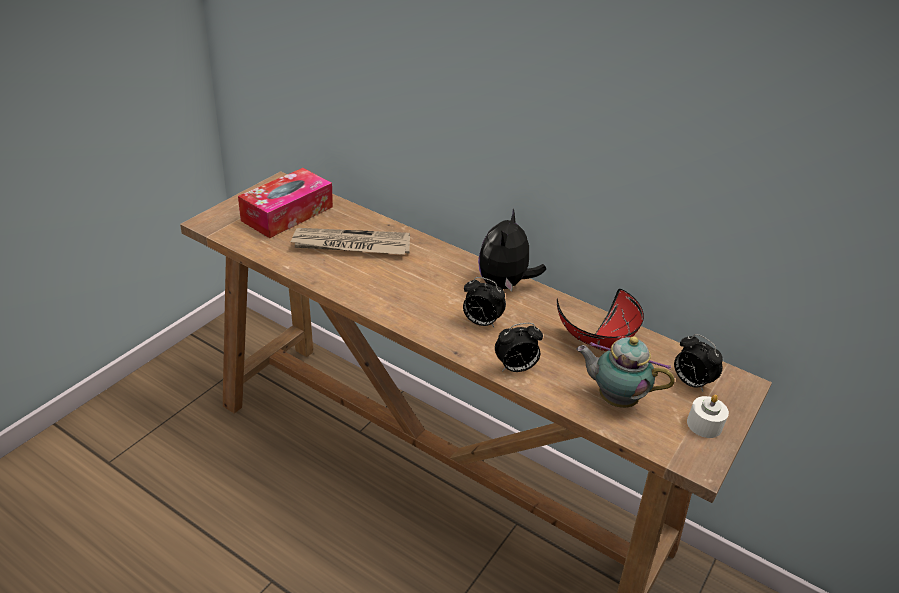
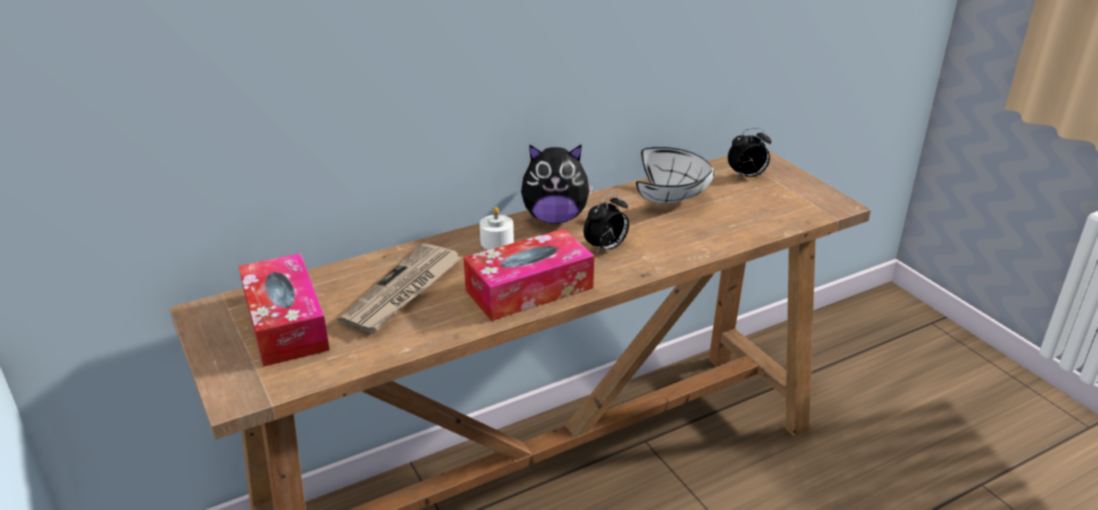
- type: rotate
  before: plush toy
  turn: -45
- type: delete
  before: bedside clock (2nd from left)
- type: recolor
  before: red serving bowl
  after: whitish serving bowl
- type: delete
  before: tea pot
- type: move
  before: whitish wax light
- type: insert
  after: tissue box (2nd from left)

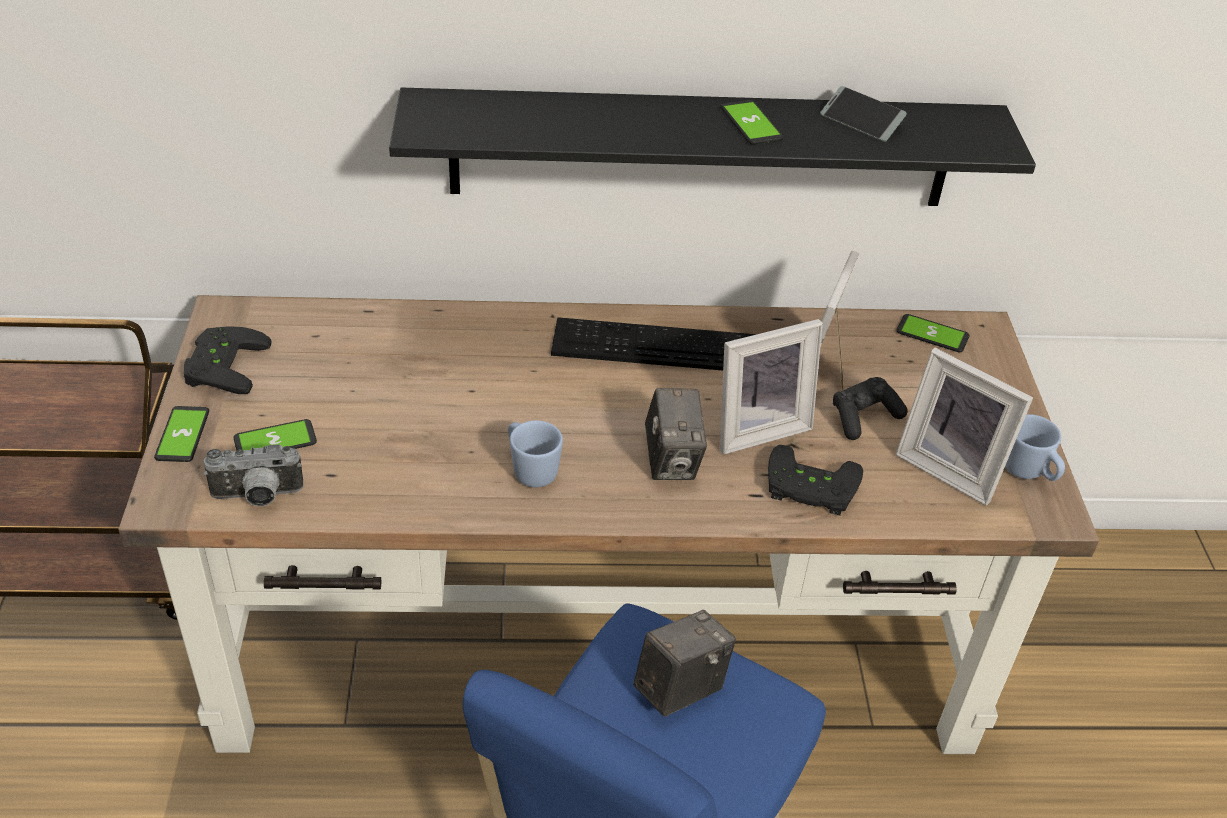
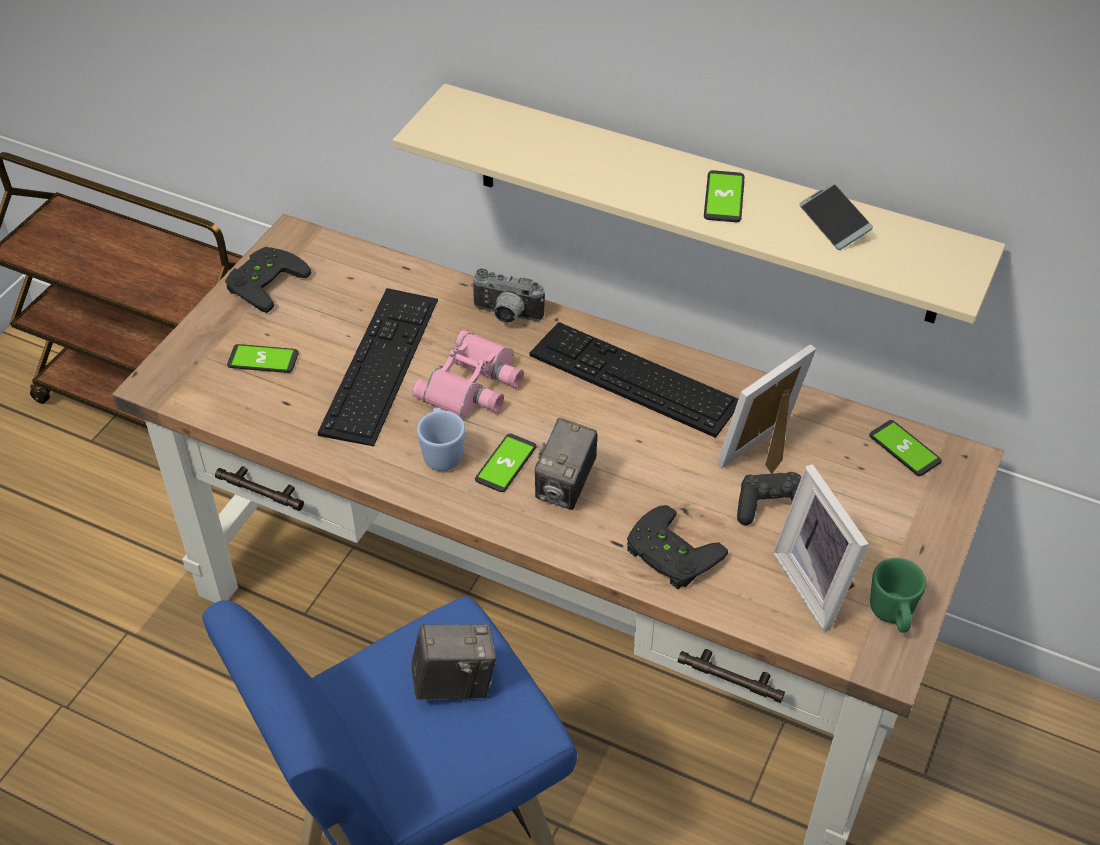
- type: move
  before: phone (1st from left in the first image)
  after: phone (2nd from left)
- type: move
  before: photo camera (1st from left in the first image)
  after: photo camera (2nd from left)
- type: recolor
  before: blackish bracket shelf
  after: beige-coloured bracket shelf
- type: delete
  before: standing frame (1st from left)
- type: recolor
  before: blue coffee mug (2nd from left)
  after: green-coloured coffee mug
- type: insert
  after: PC keyboard (1st from left)
- type: insert
  after: pinkish pair of binoculars

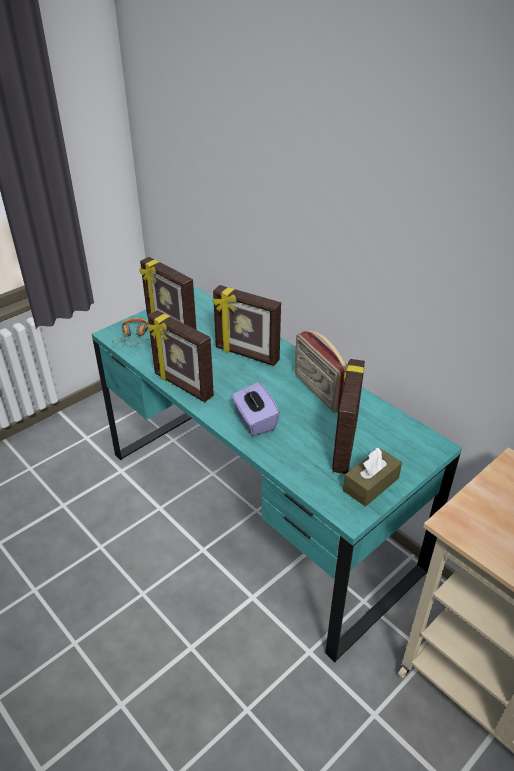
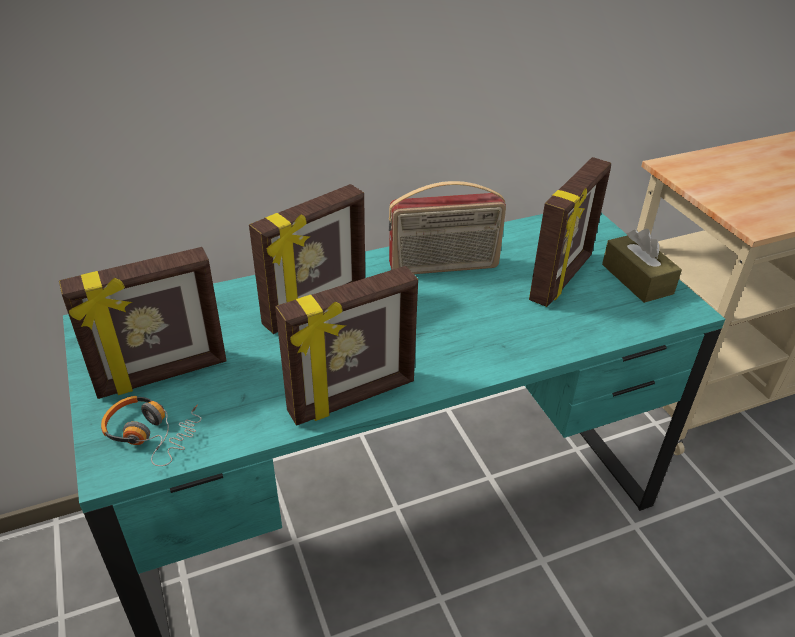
- type: delete
  before: purple tissue box
- type: rotate
  before: standing frame (4th from left)
  turn: -90

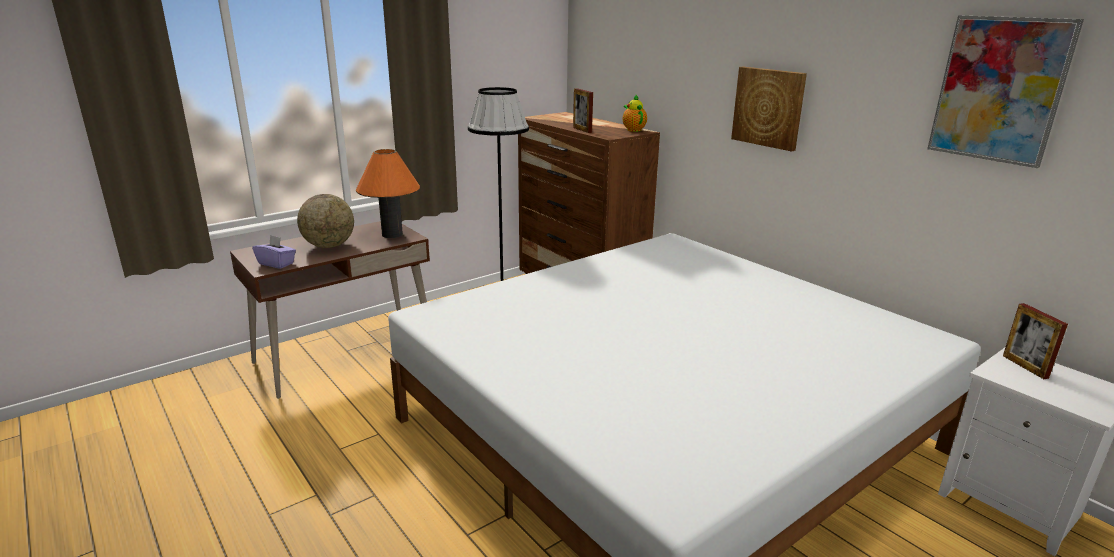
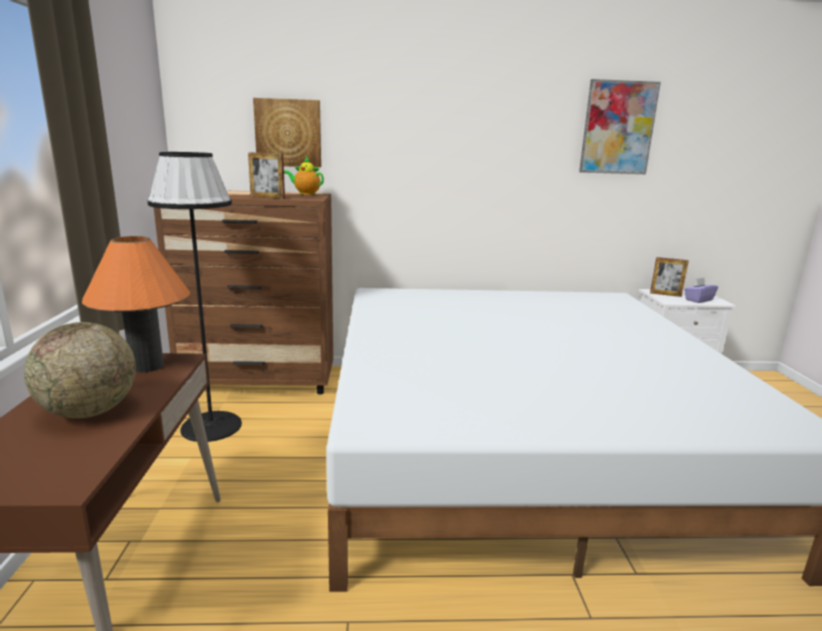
- type: move
  before: purple tissue box
- type: move
  before: wall art (1st from left)

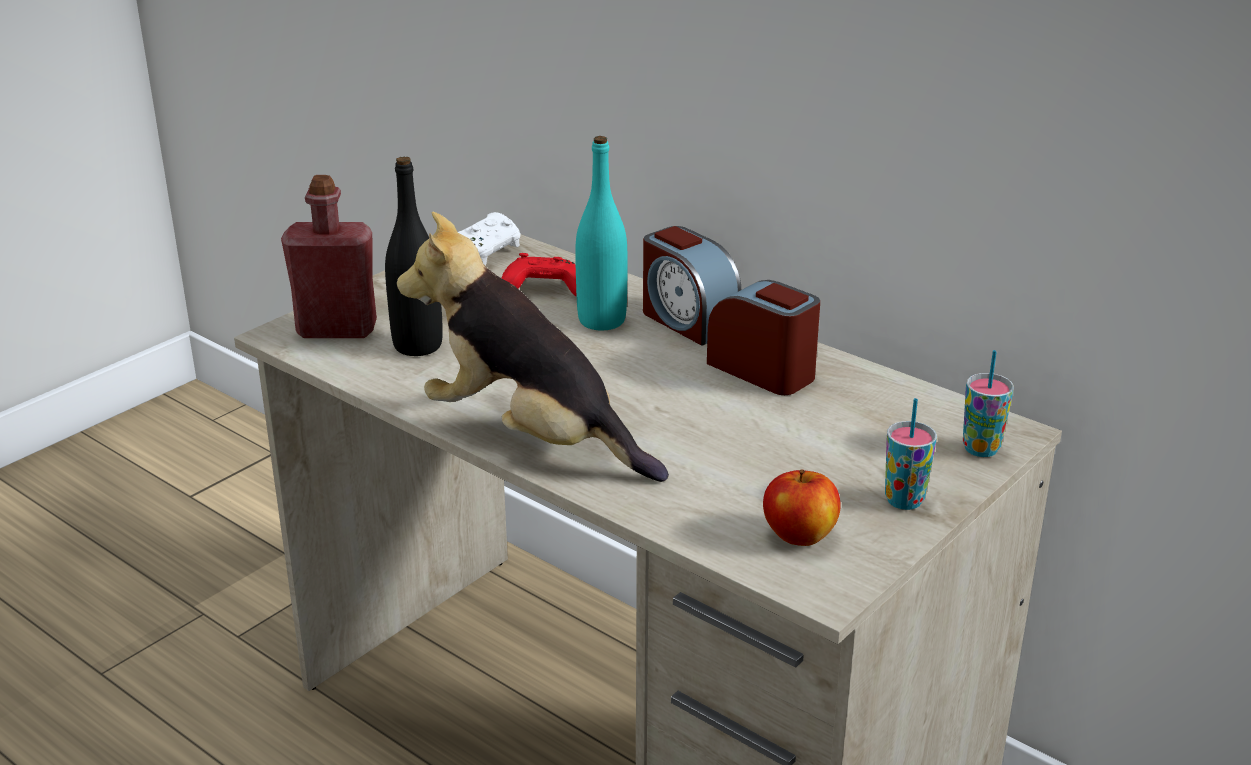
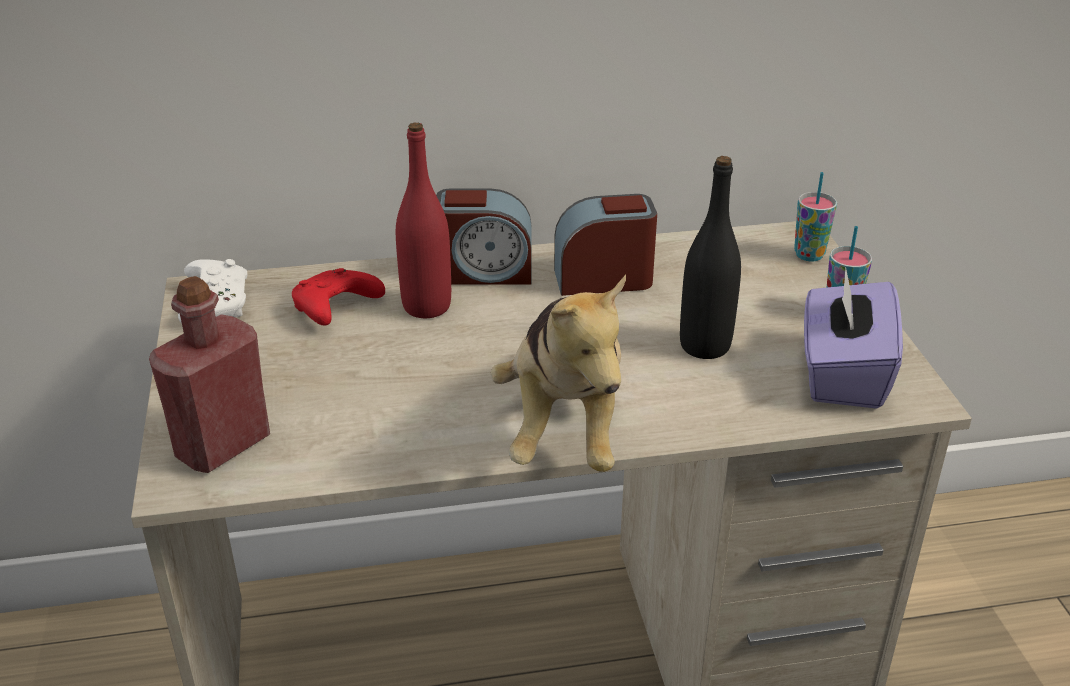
- type: move
  before: blackish beverage bottle
- type: rotate
  before: plush toy
  turn: -75
- type: recolor
  before: blue-green beverage bottle
  after: red beverage bottle (2nd from left)
- type: replace
  before: apple
  after: purple tissue box

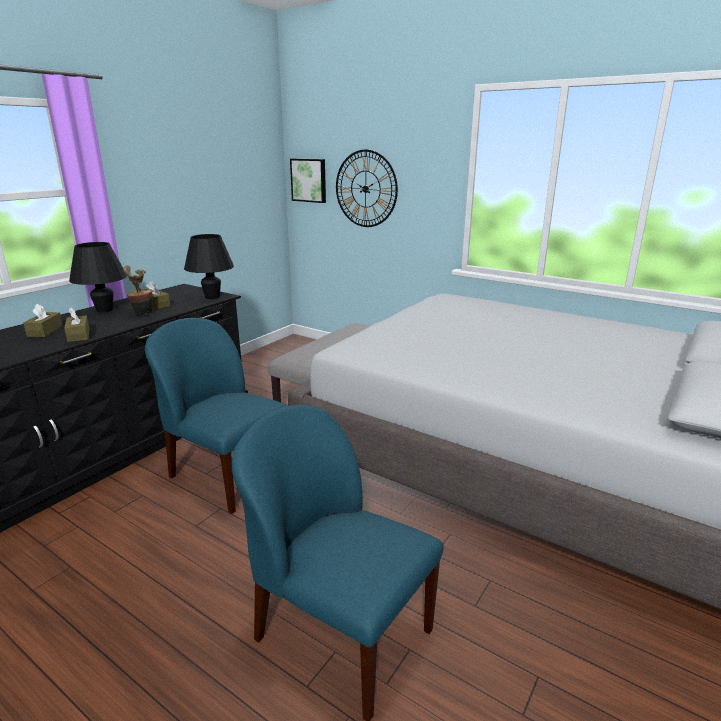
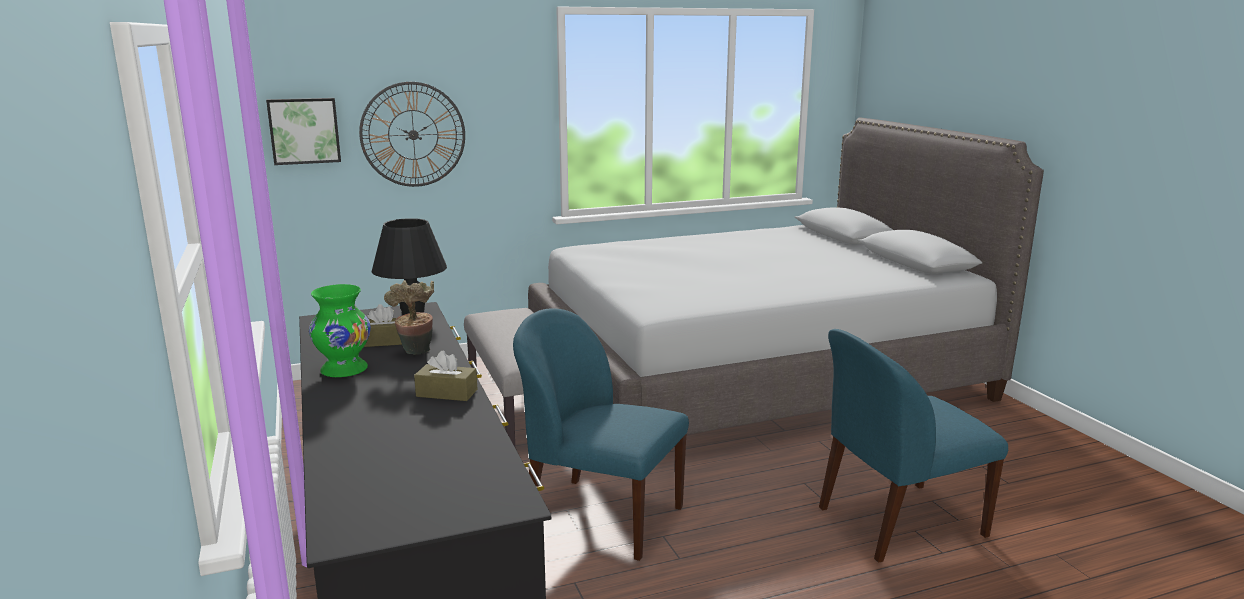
- type: delete
  before: brown-coloured tissue box (1st from left)
- type: replace
  before: blackish tabletop lamp (1st from left)
  after: green-coloured decorative vase
- type: rotate
  before: blue upright chair (1st from left)
  turn: 45

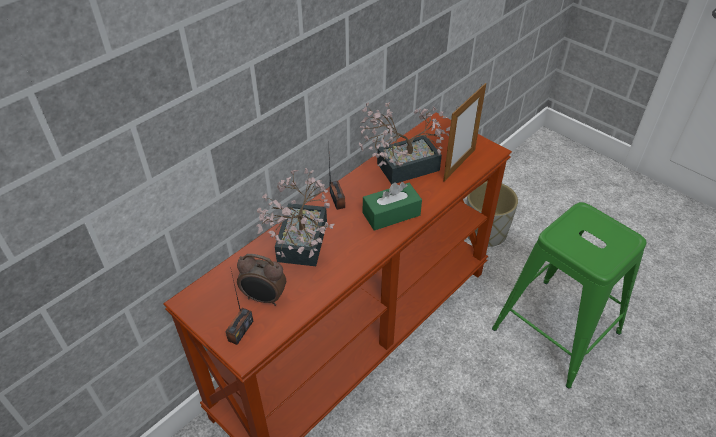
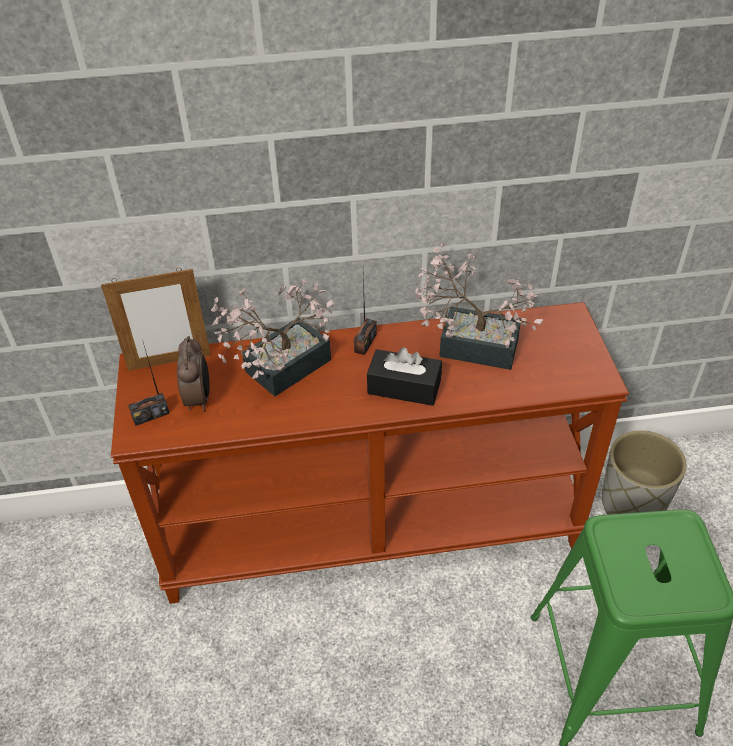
- type: rotate
  before: bedside clock
  turn: -150
- type: recolor
  before: green-coloured tissue box
  after: blackish tissue box
- type: move
  before: standing frame

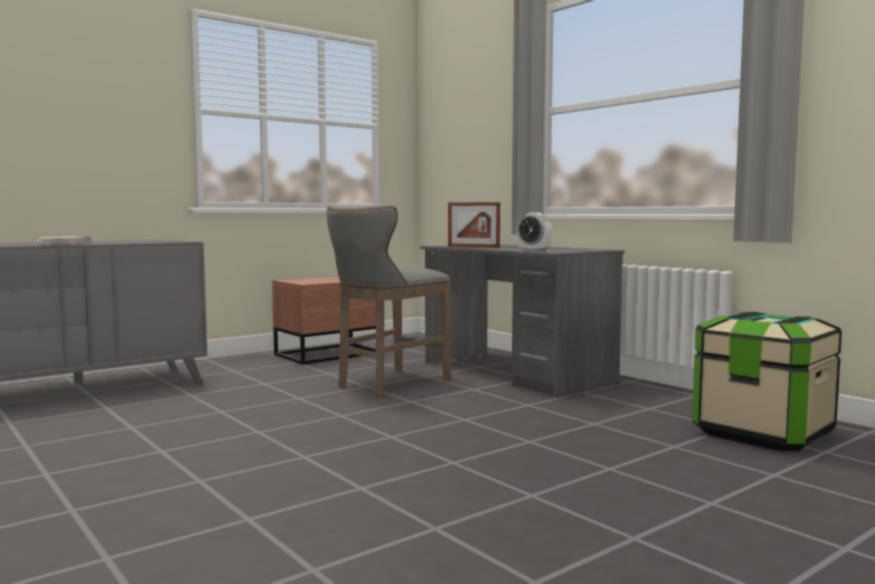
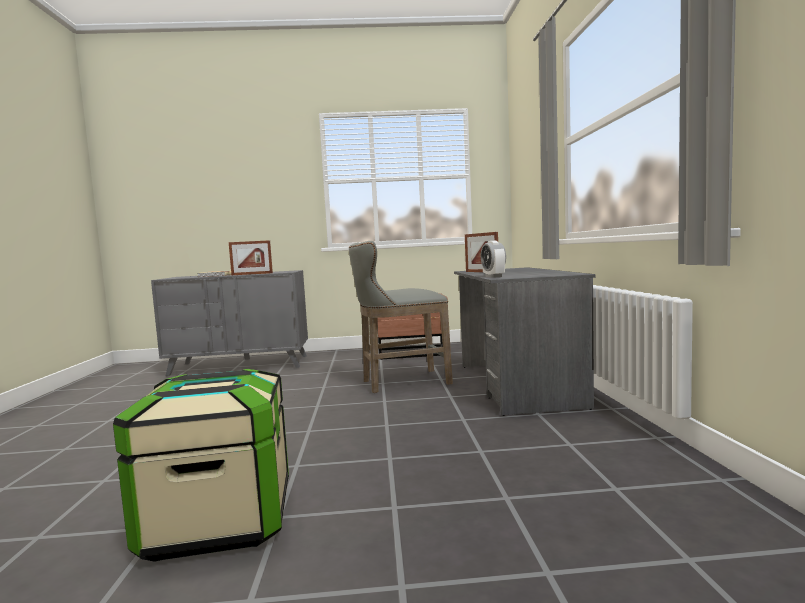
- type: move
  before: storage box
- type: insert
  after: standing frame (1st from left)

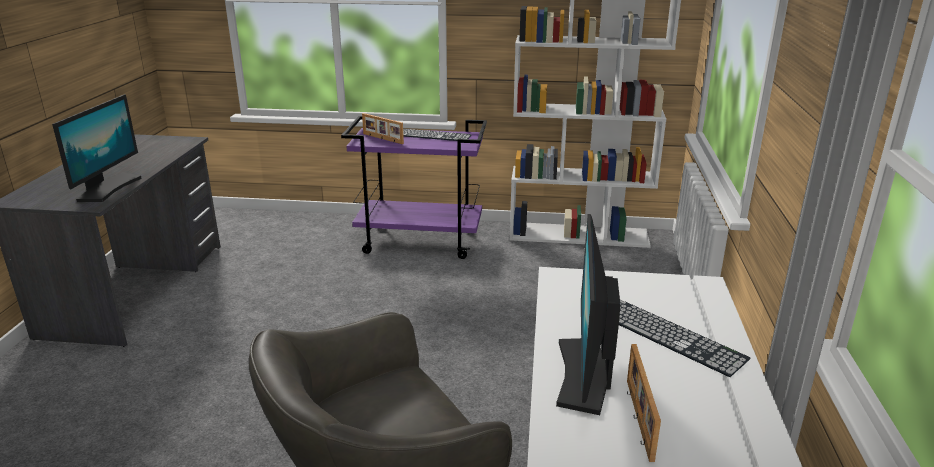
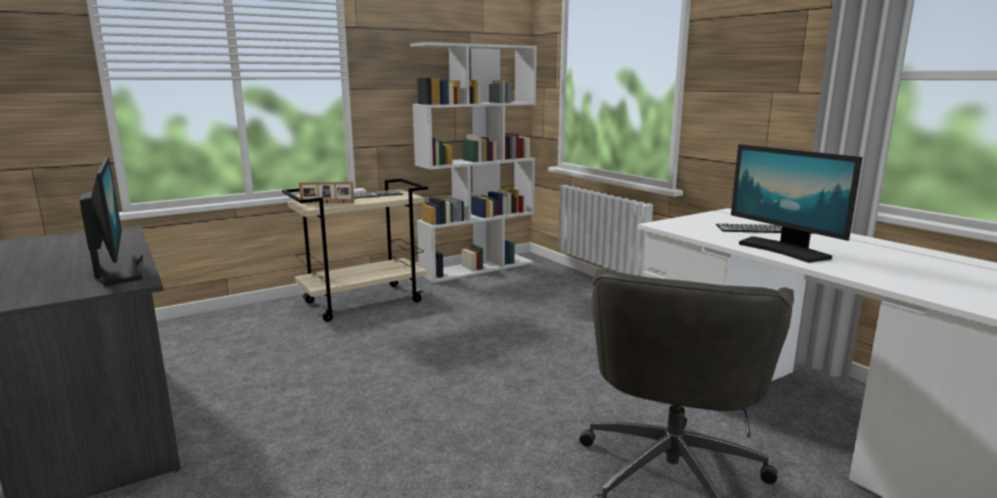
- type: recolor
  before: purple cart
  after: beige-coloured cart
- type: delete
  before: standing frame (2nd from left)

